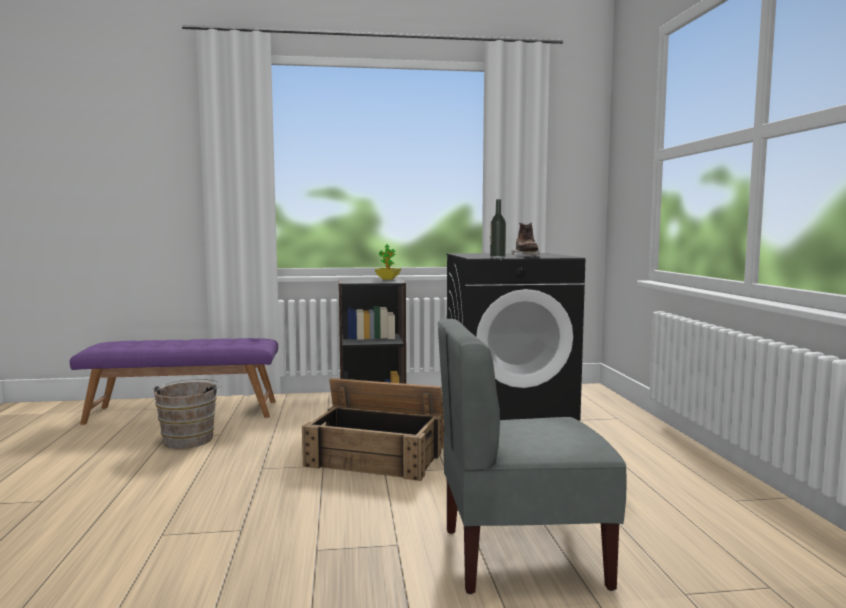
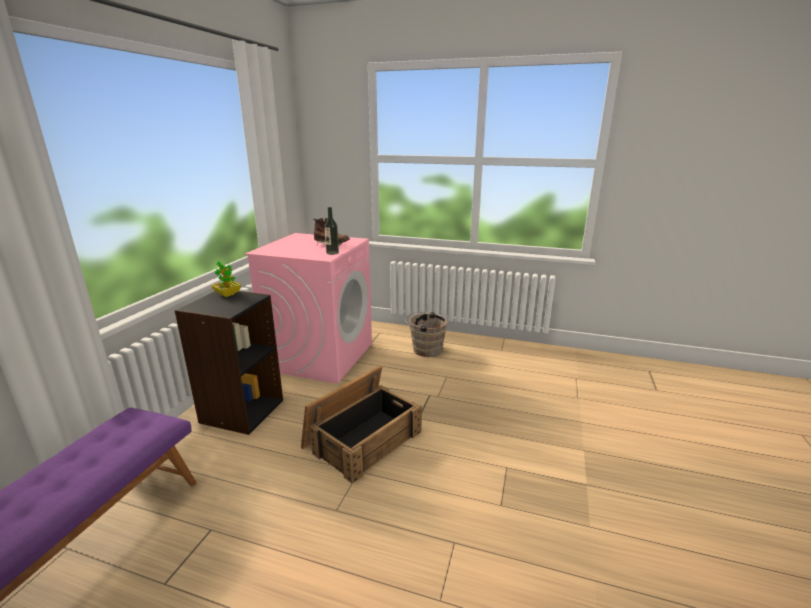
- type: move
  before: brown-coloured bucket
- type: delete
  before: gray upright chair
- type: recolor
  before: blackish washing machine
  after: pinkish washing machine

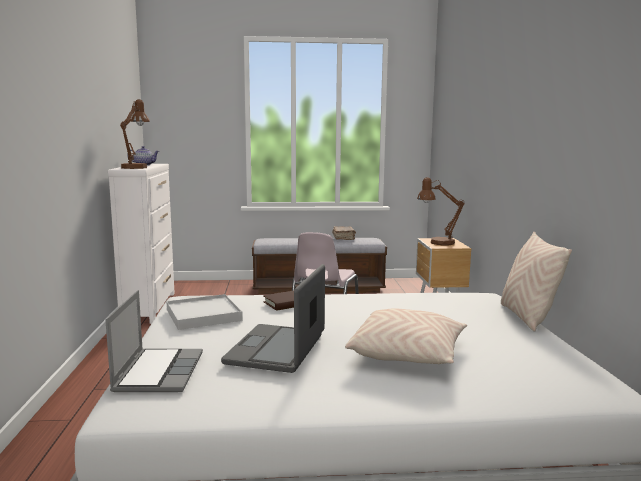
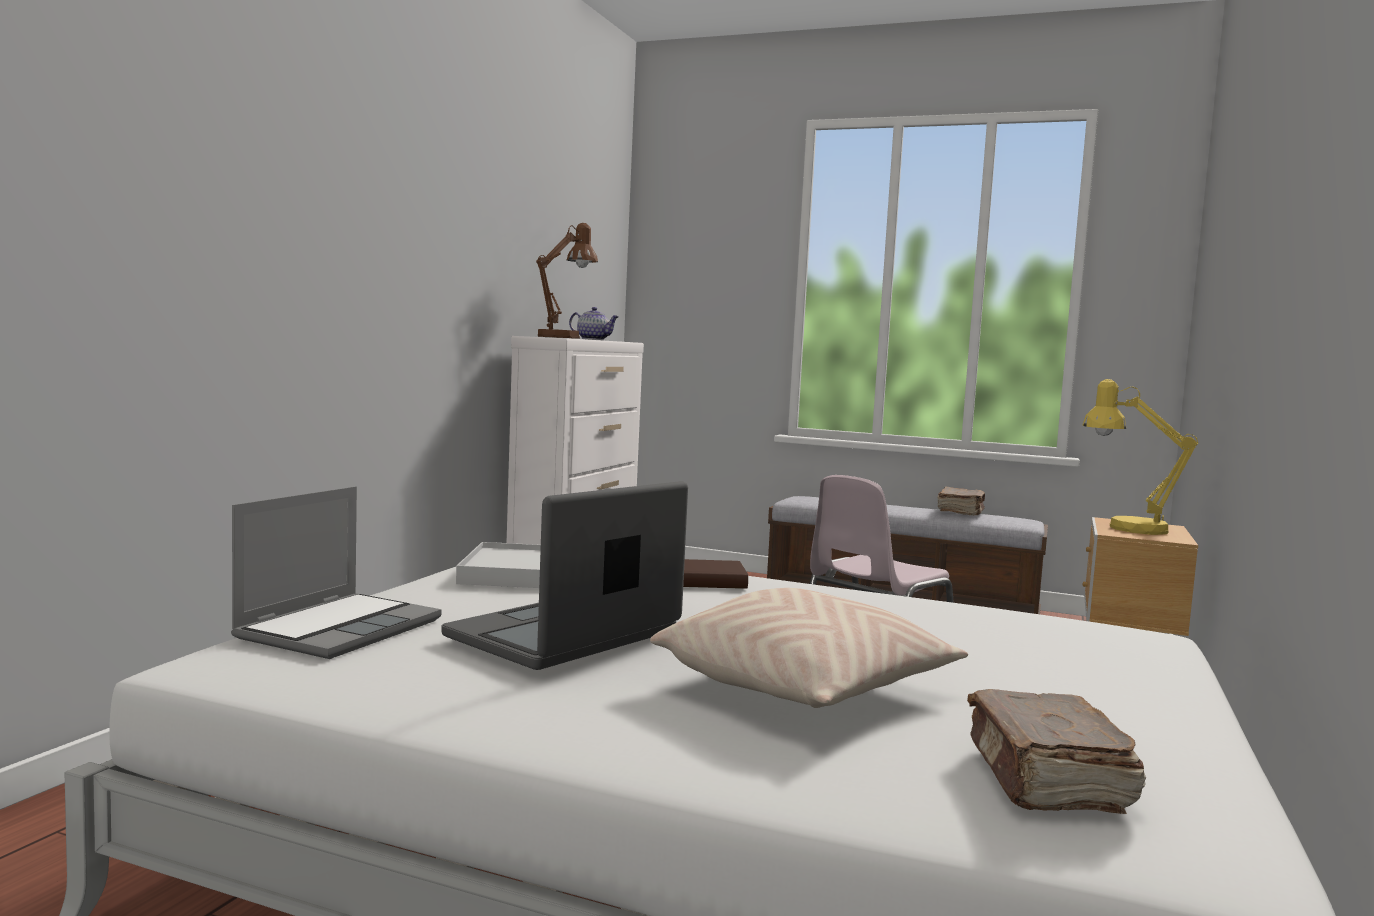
- type: recolor
  before: brown-coloured tabletop lamp (2nd from left)
  after: yellow-coloured tabletop lamp
- type: delete
  before: beige-coloured cushion (2nd from left)
- type: insert
  after: brown-coloured volume (3rd from left)

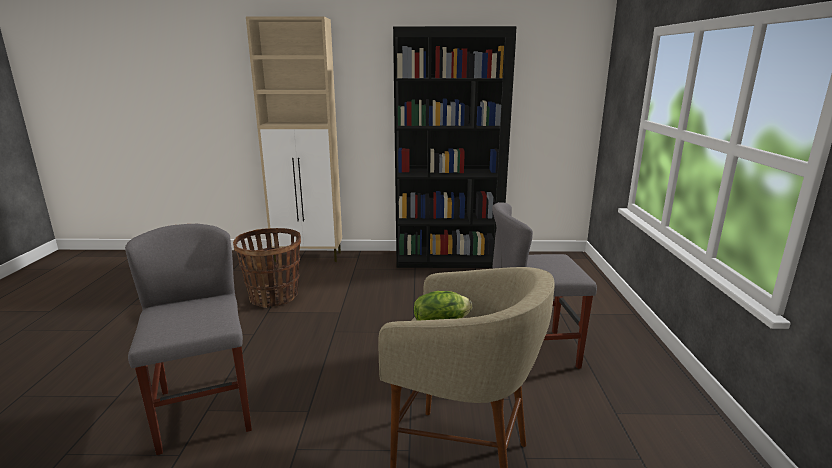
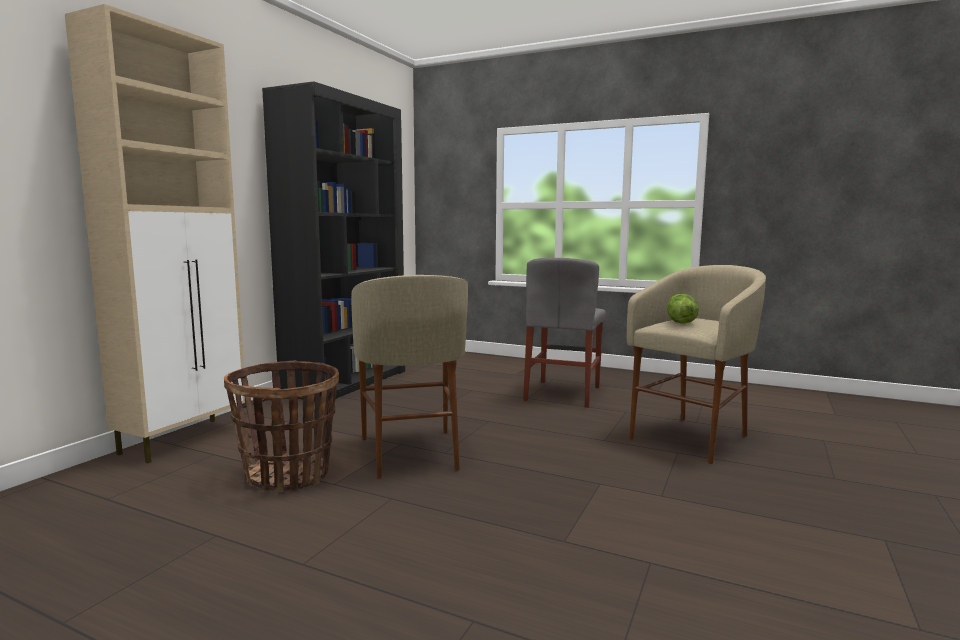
- type: delete
  before: gray upright chair (1st from left)
- type: insert
  after: beige-coloured sitting stool (1st from left)

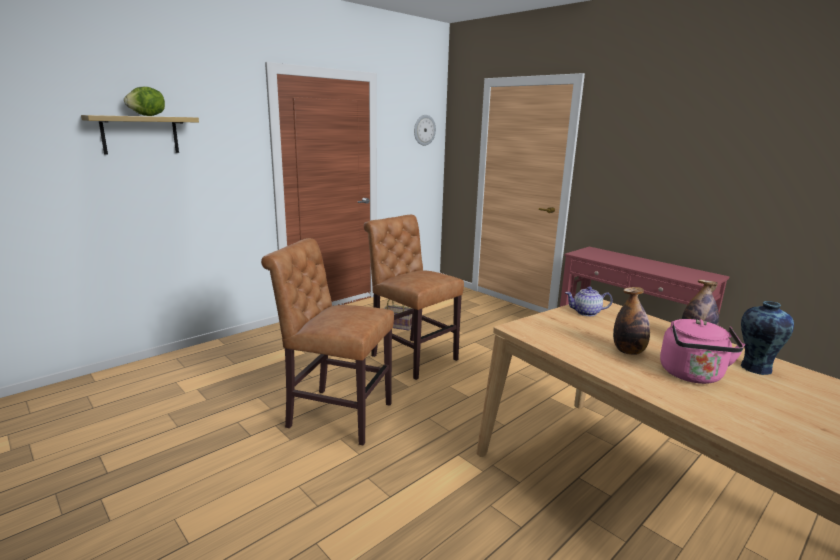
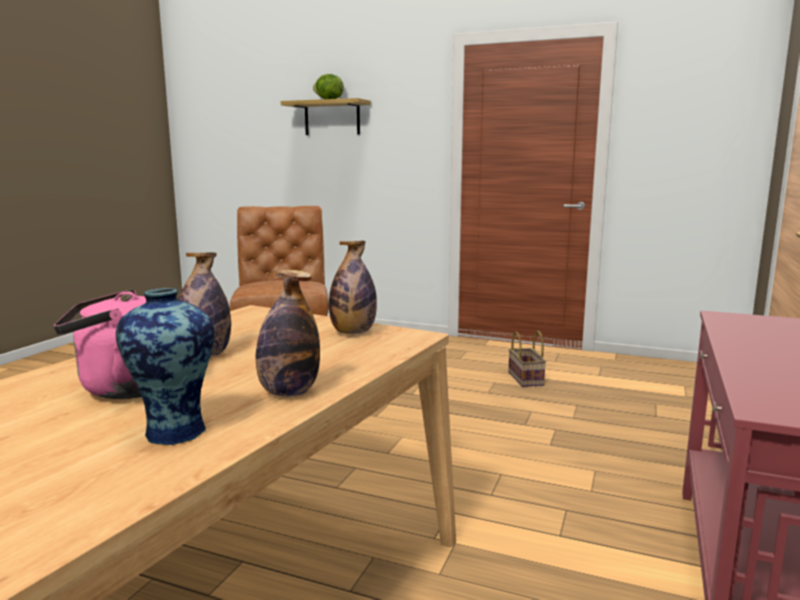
- type: delete
  before: brown-coloured upright chair (2nd from left)
- type: delete
  before: hanging clock
- type: replace
  before: tea pot
  after: beverage bottle (3rd from left)

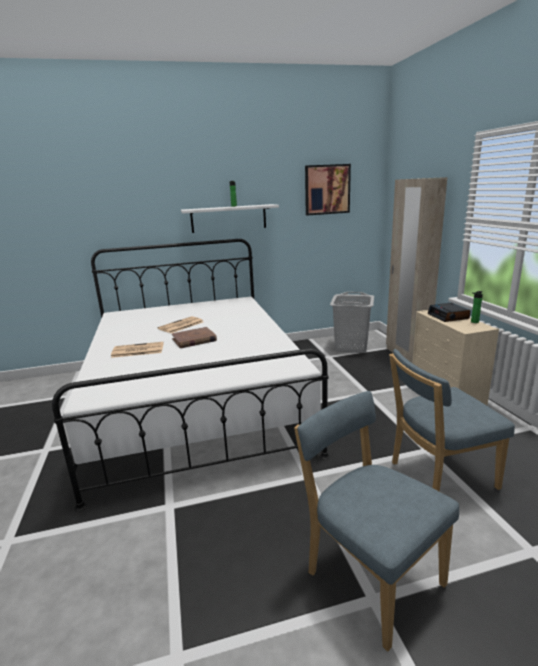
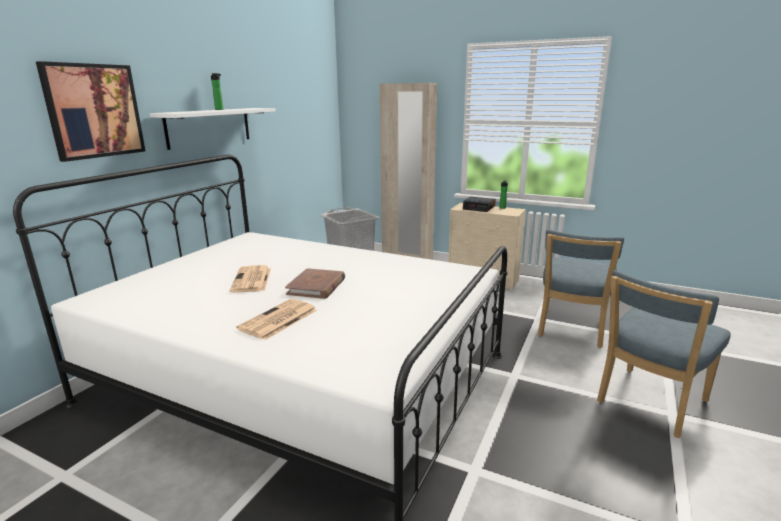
- type: rotate
  before: blue upright chair (1st from left in the first image)
  turn: -45
- type: move
  before: wall art

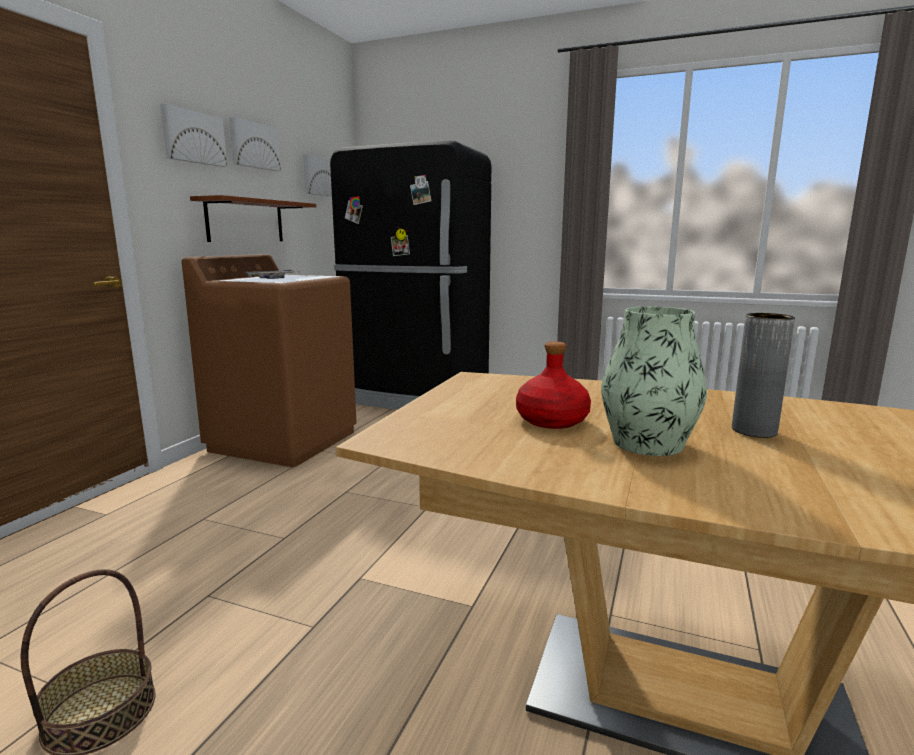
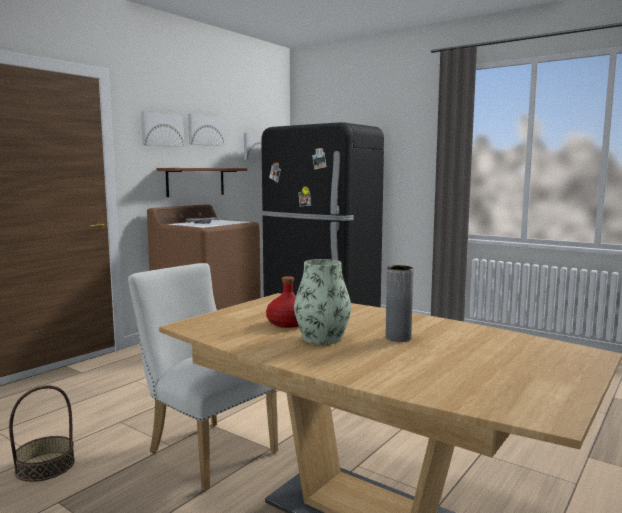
- type: insert
  after: whitish upright chair

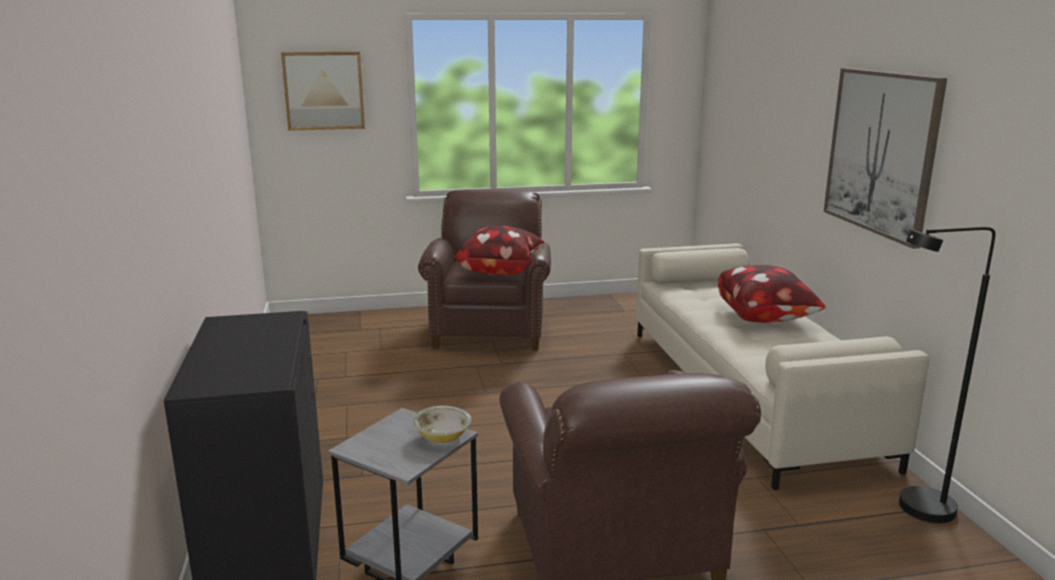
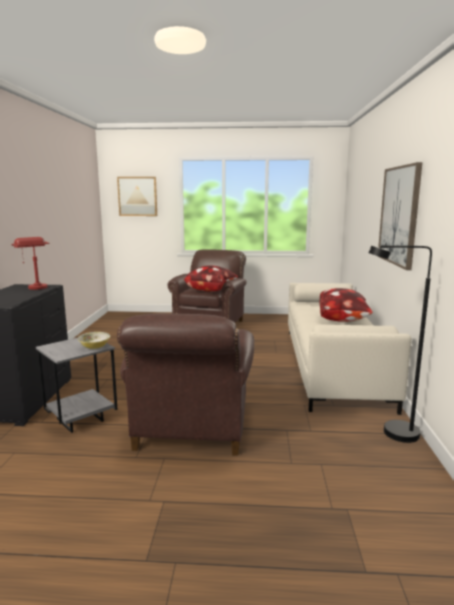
- type: insert
  after: red tabletop lamp

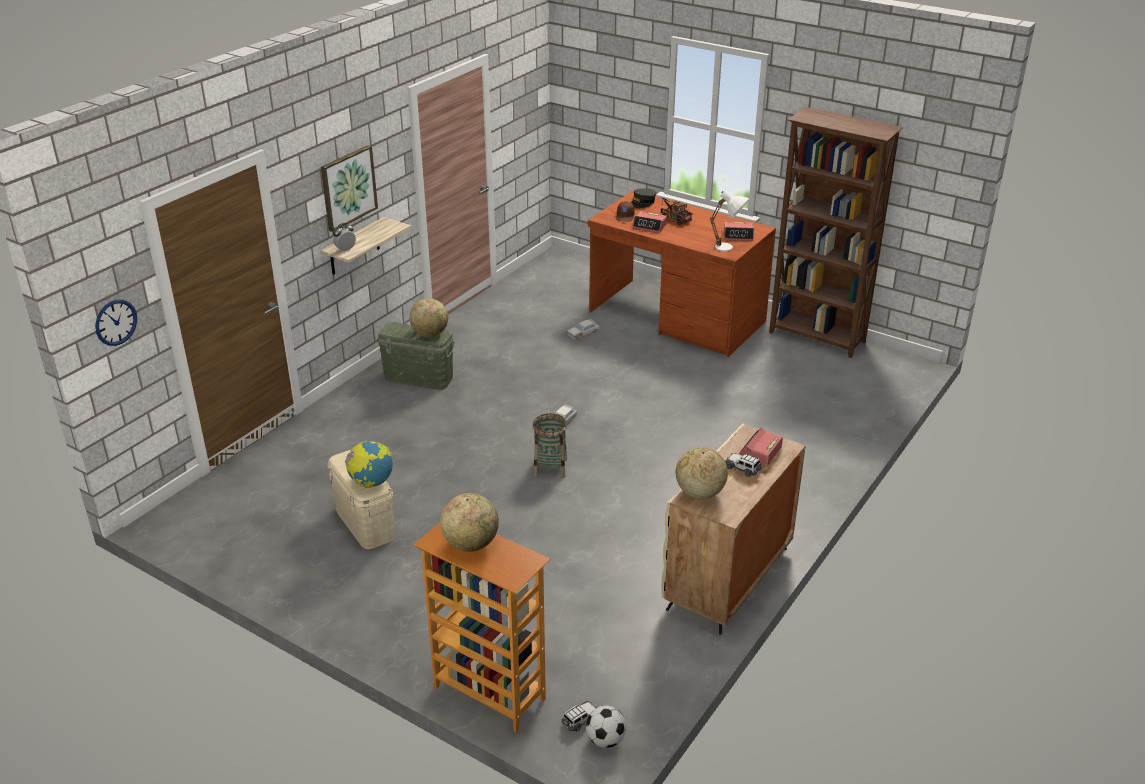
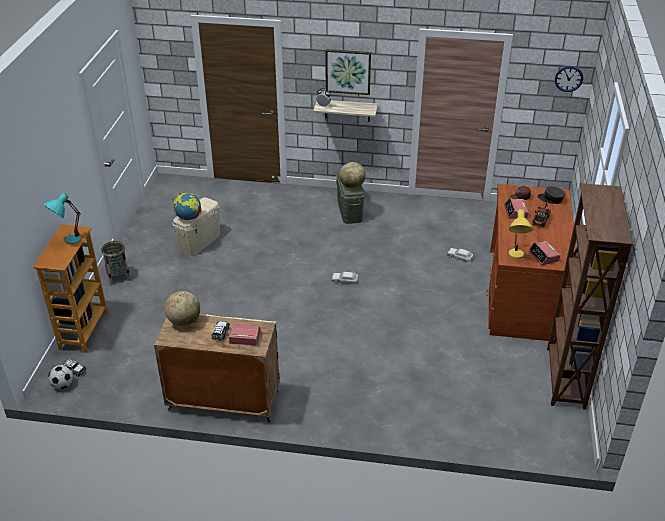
- type: move
  before: hanging clock
- type: replace
  before: world globe (3rd from left)
  after: blue-green tabletop lamp
- type: move
  before: basket
- type: recolor
  before: whitish tabletop lamp
  after: yellow-coloured tabletop lamp

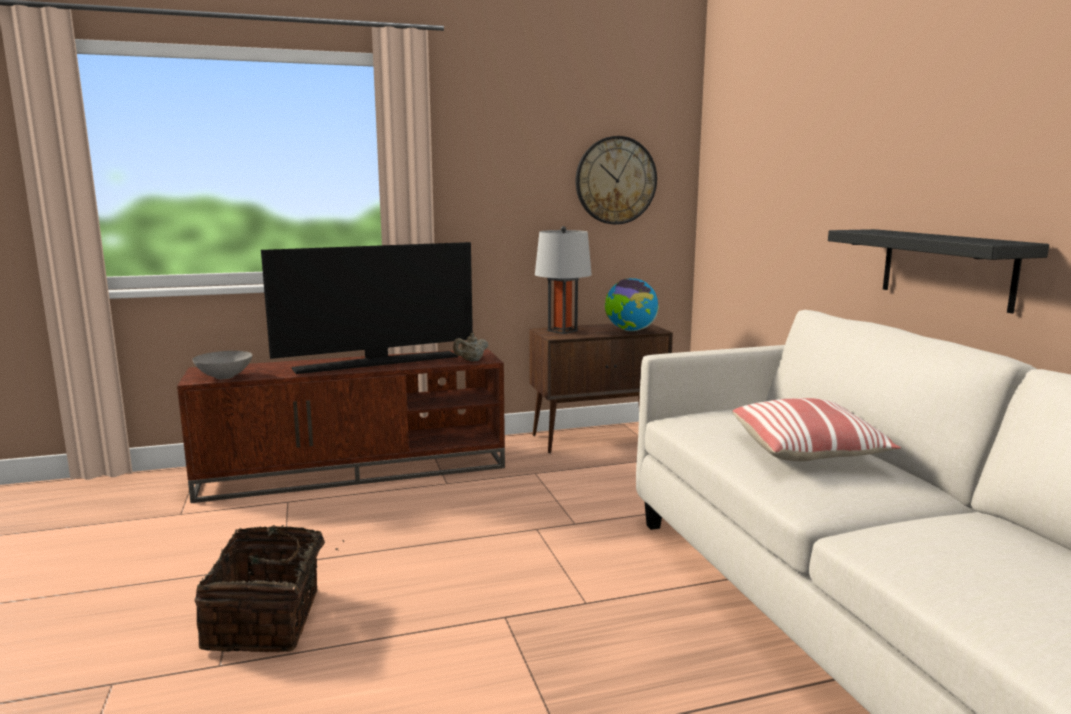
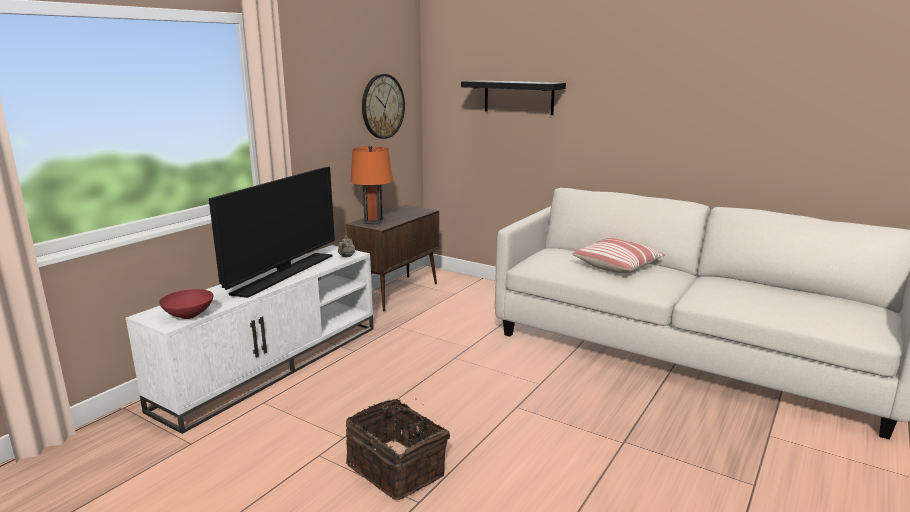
- type: recolor
  before: brown-coloured tv unit
  after: whitish tv unit
- type: recolor
  before: gray serving bowl
  after: red serving bowl
- type: recolor
  before: gray tabletop lamp
  after: orange-coloured tabletop lamp
- type: delete
  before: world globe
- type: move
  before: blackish bracket shelf

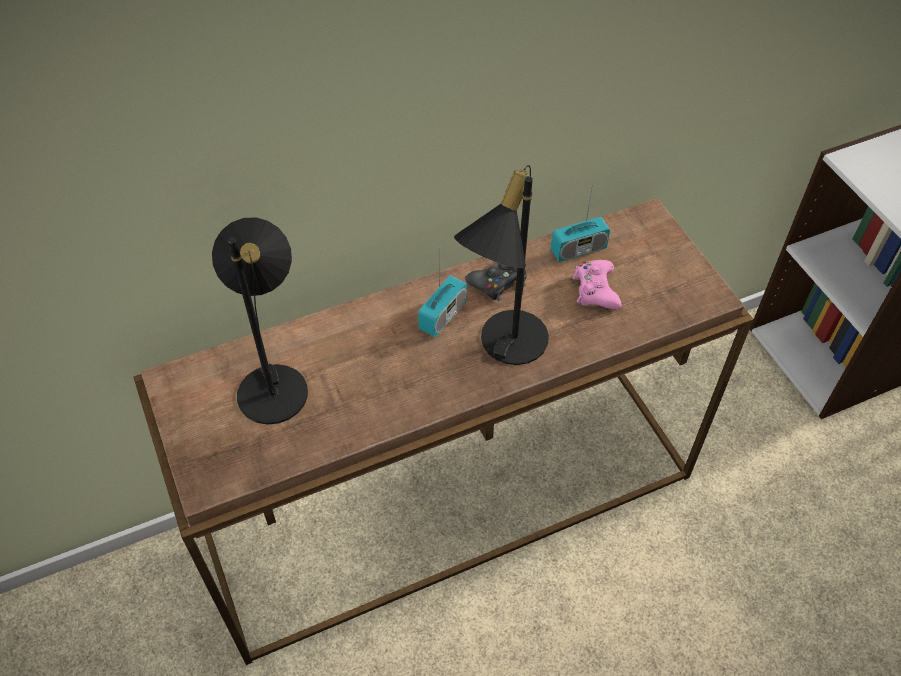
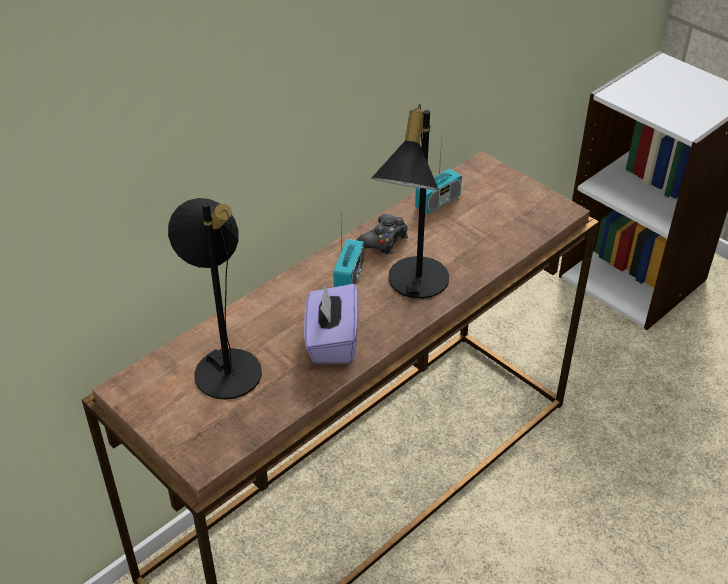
- type: delete
  before: pinkish game controller
- type: insert
  after: purple tissue box

